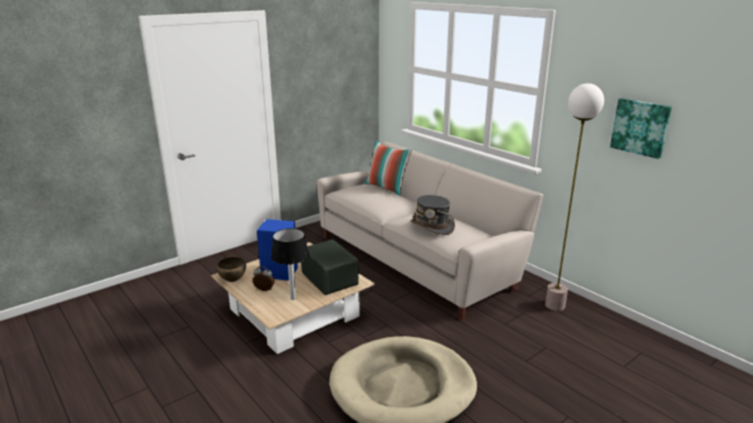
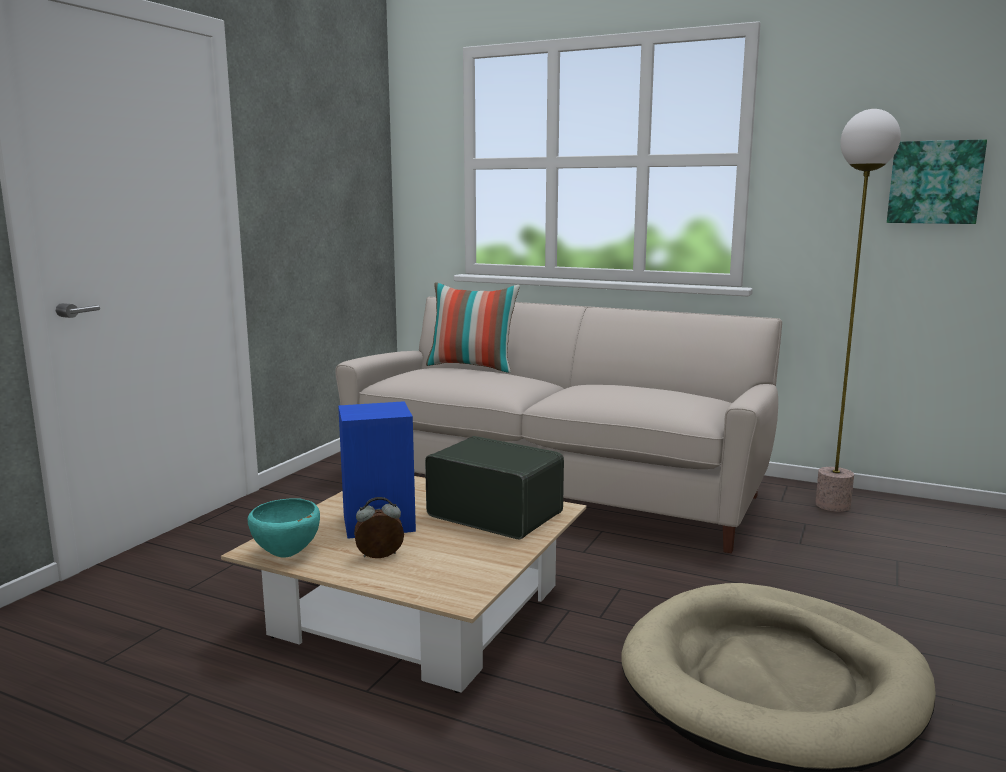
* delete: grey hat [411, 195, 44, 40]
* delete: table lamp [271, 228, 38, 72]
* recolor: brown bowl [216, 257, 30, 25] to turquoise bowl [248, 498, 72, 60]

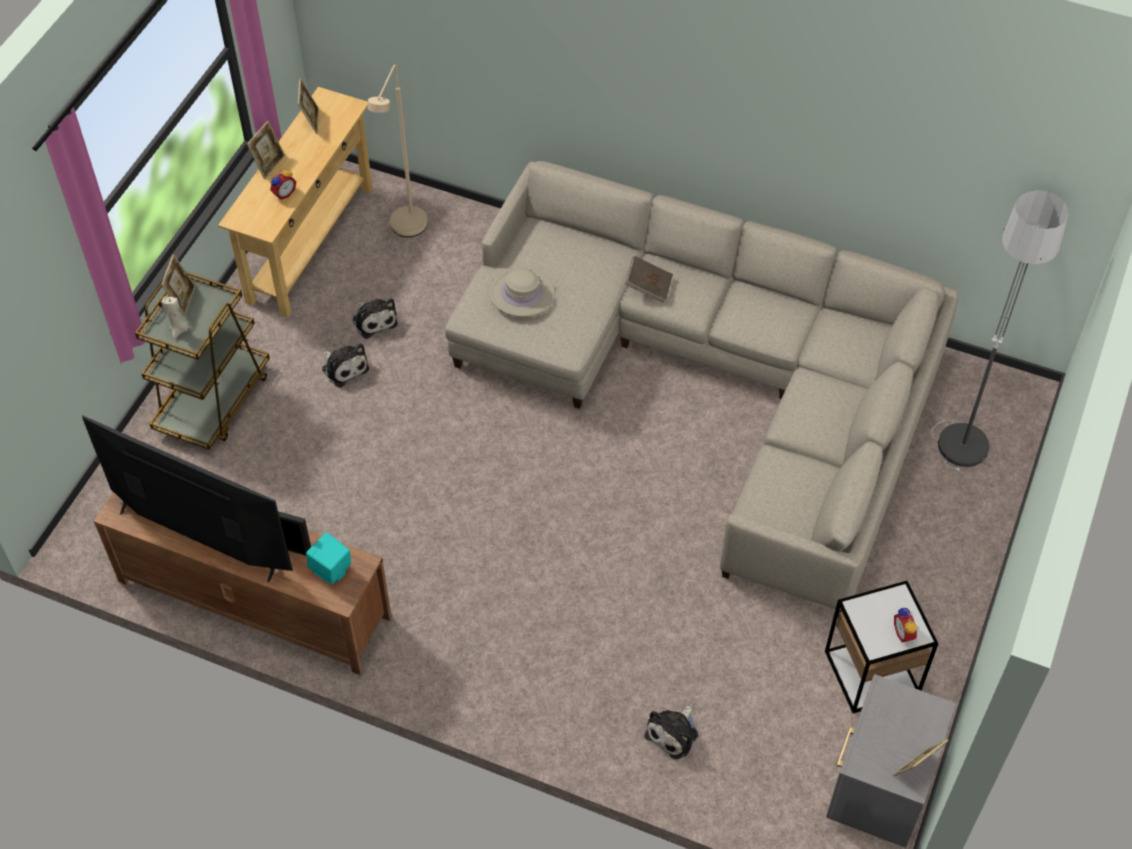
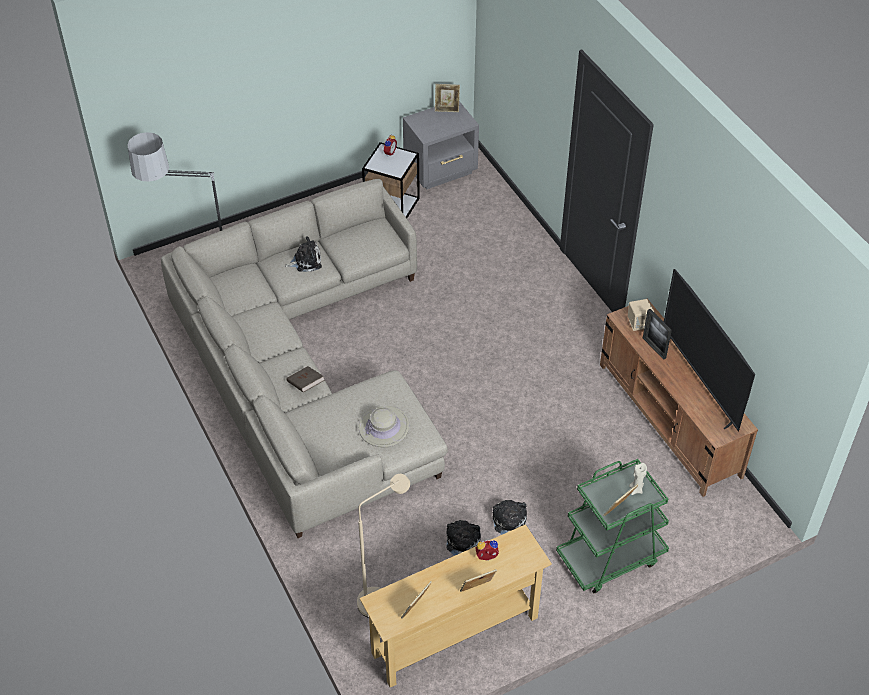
* recolor: brown cart [135, 272, 135, 178] to green cart [556, 459, 113, 134]
* recolor: turquoise speaker [306, 532, 45, 52] to beige speaker [628, 299, 26, 32]
* move: plush toy [645, 705, 53, 54] to [284, 236, 38, 36]

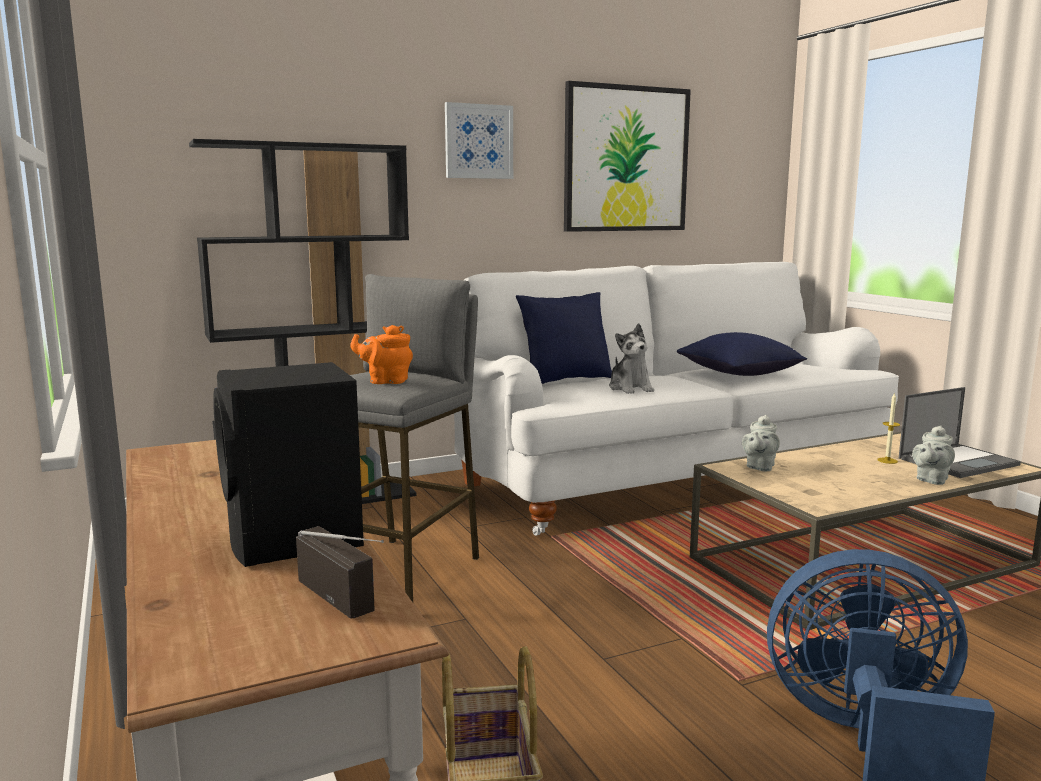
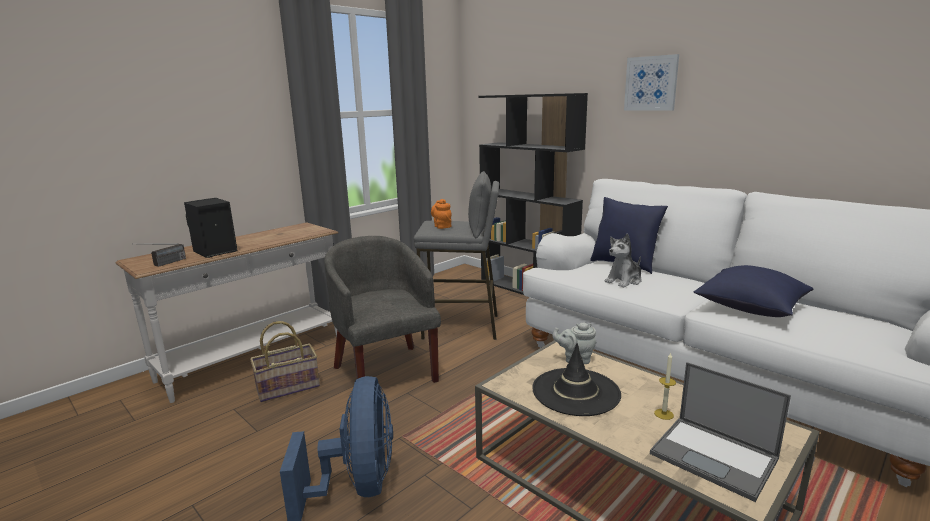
* delete: picture [564, 81, 127, 151]
* delete: grey teapot [912, 425, 43, 60]
* insert: grey armchair [324, 236, 117, 147]
* insert: black hat [532, 343, 89, 73]

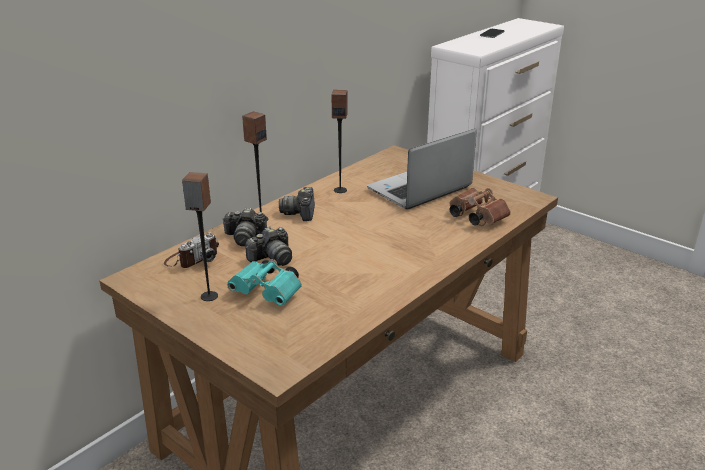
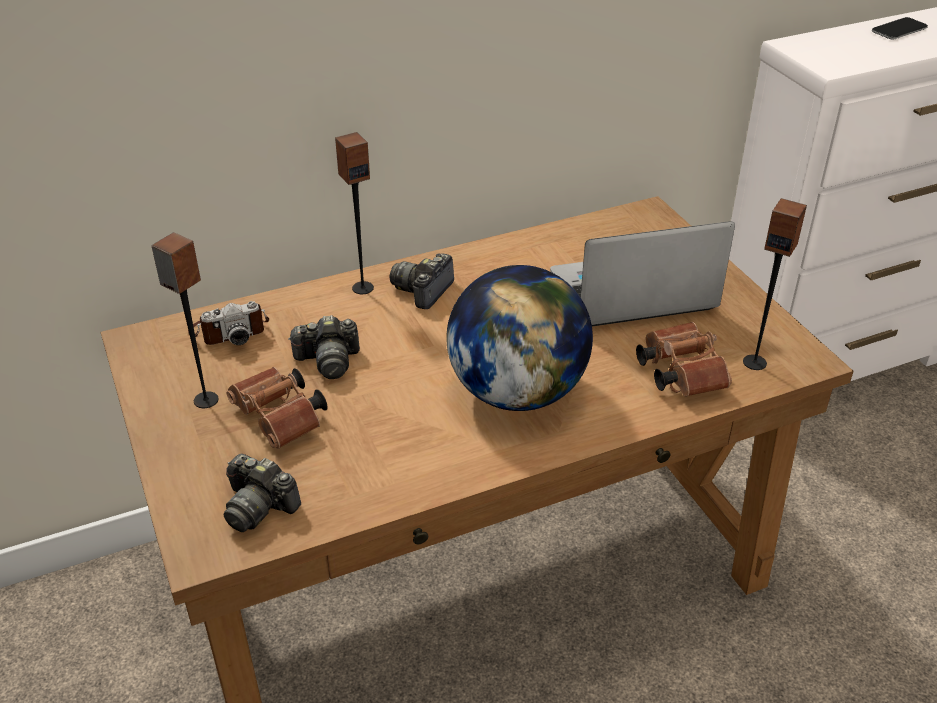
* move: speaker [332, 90, 16, 103] to [743, 198, 64, 172]
* move: photo camera [222, 208, 45, 38] to [223, 454, 78, 78]
* recolor: turquoise binoculars [227, 259, 75, 47] to brown binoculars [227, 367, 101, 82]
* insert: globe [446, 265, 147, 146]

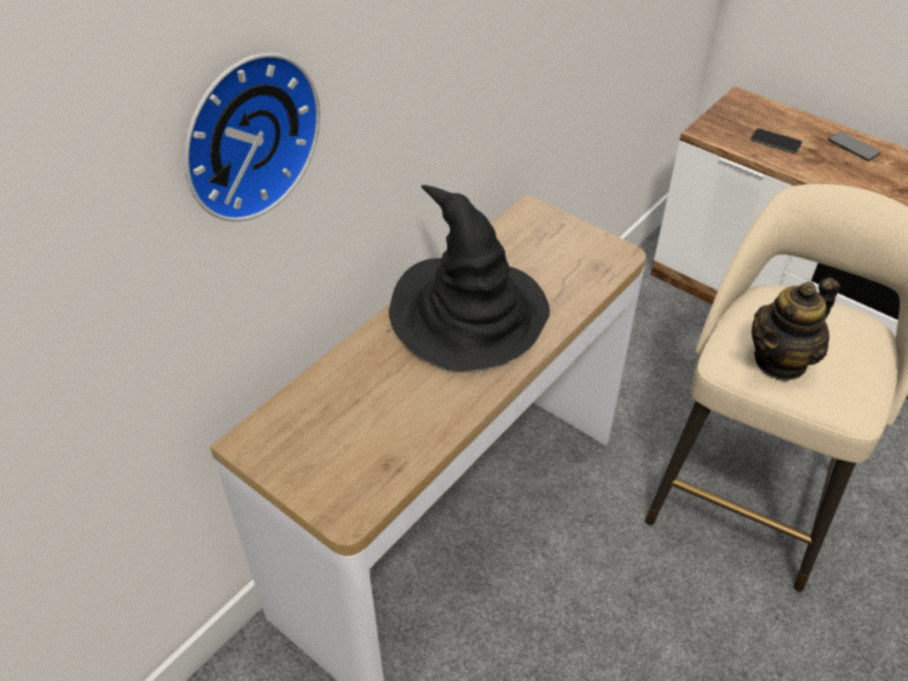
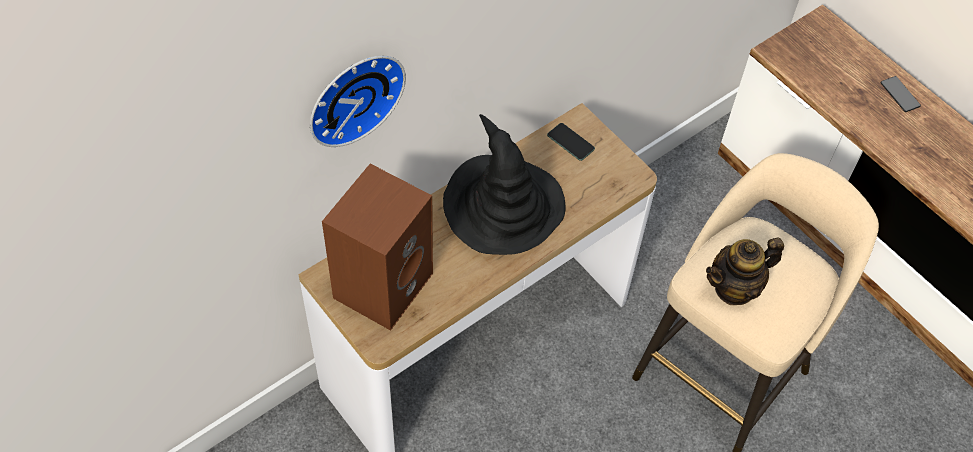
* move: phone [750, 128, 52, 25] to [547, 123, 48, 38]
* insert: brown speaker [322, 164, 111, 167]

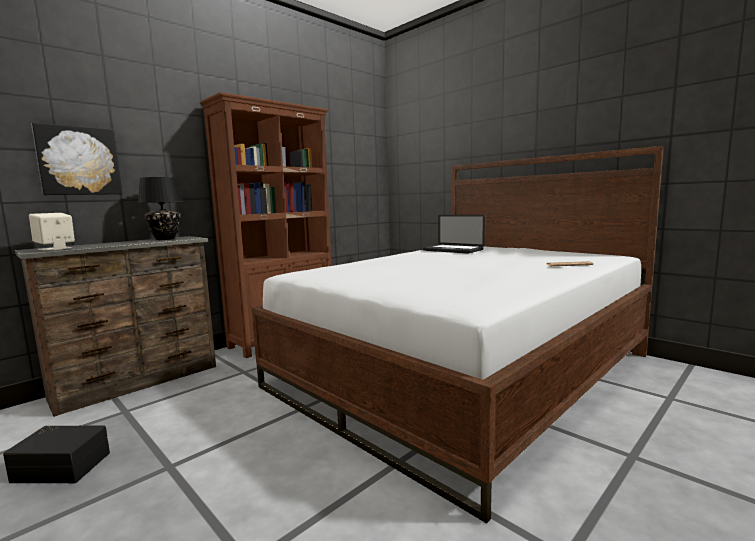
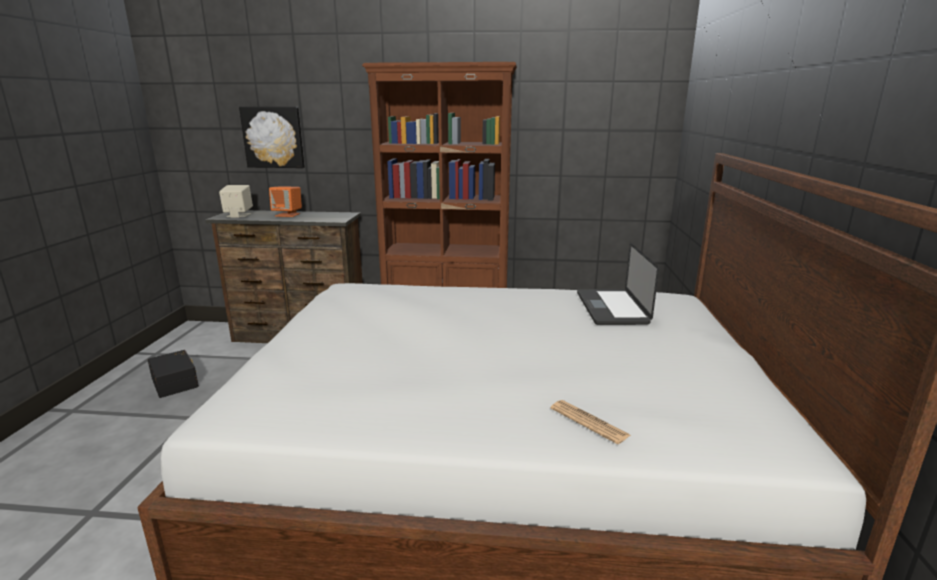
* delete: black table lamp [138, 177, 45, 63]
* insert: orange speaker [269, 186, 33, 31]

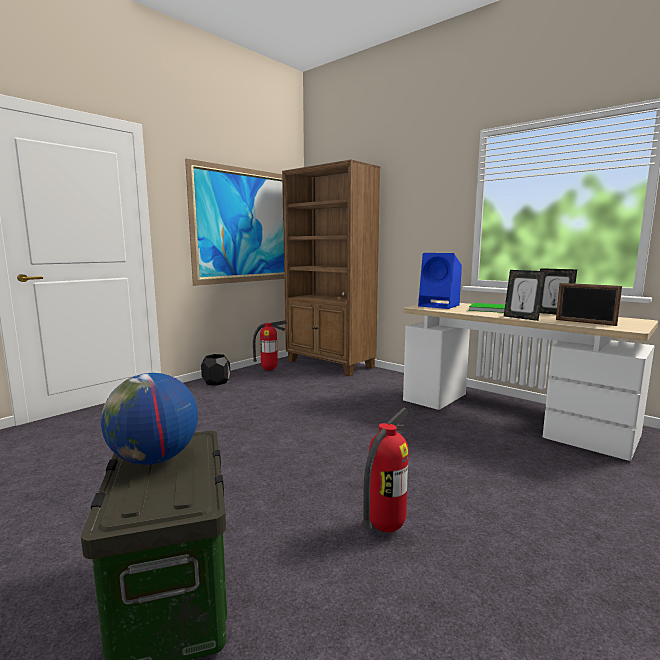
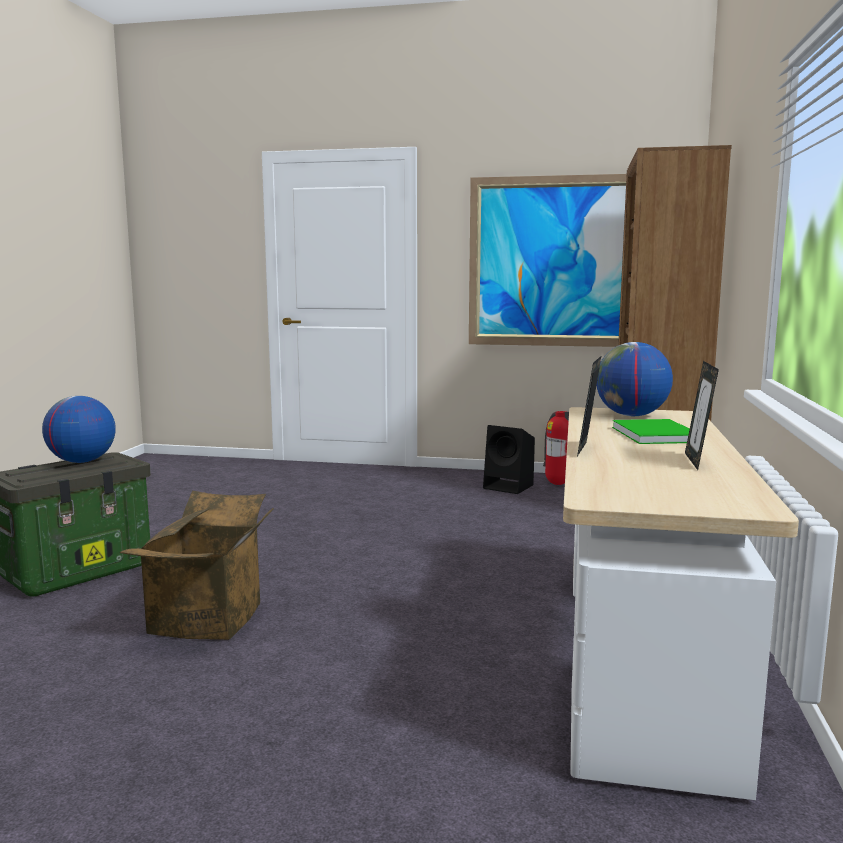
* replace: blue speaker [418, 253, 44, 56] to globe [596, 342, 77, 74]
* delete: picture frame [556, 283, 66, 43]
* delete: black planter [201, 354, 29, 32]
* replace: fire extinguisher [361, 407, 48, 126] to cardboard box [120, 491, 154, 149]
* insert: black speaker [483, 425, 52, 69]

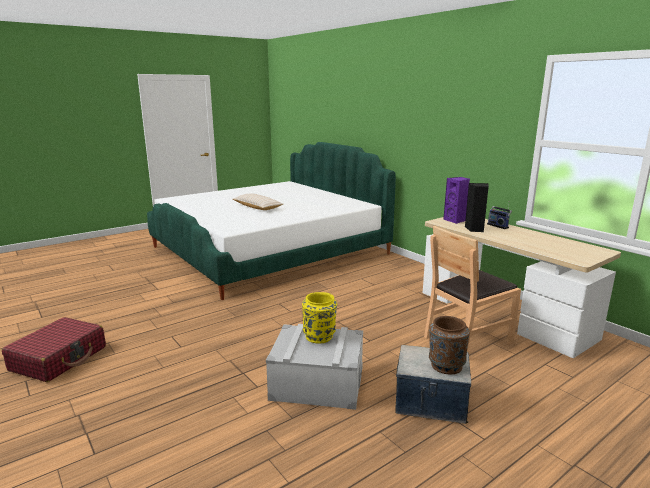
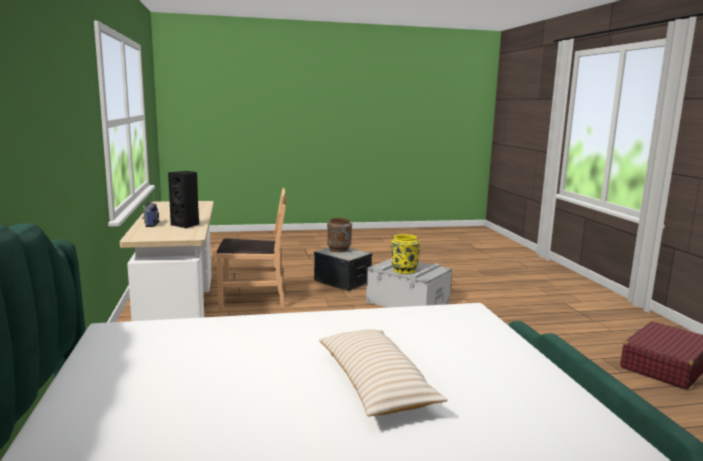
* delete: purple speaker [443, 177, 27, 47]

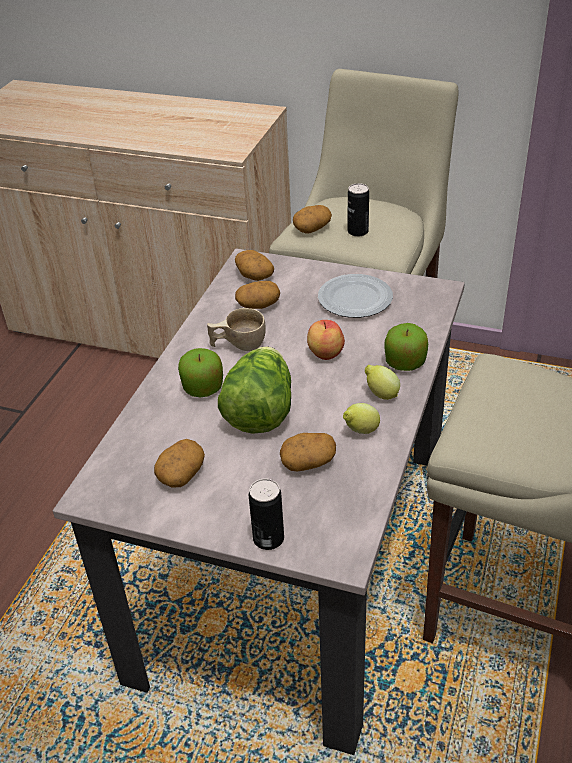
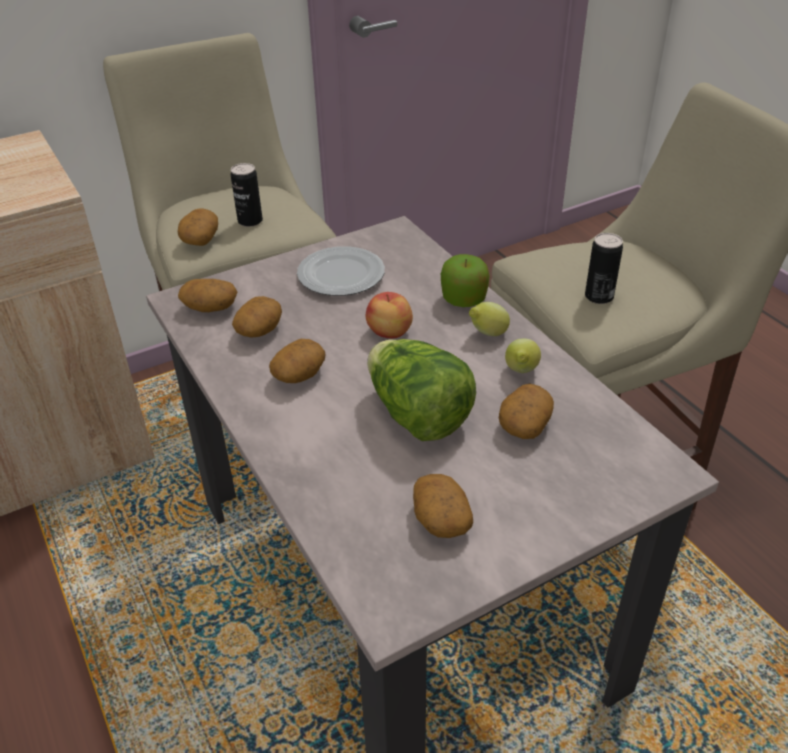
* replace: beige cup [207, 308, 59, 43] to potato [269, 339, 56, 44]
* delete: apple [178, 348, 45, 49]
* move: can [249, 478, 35, 72] to [585, 233, 38, 71]

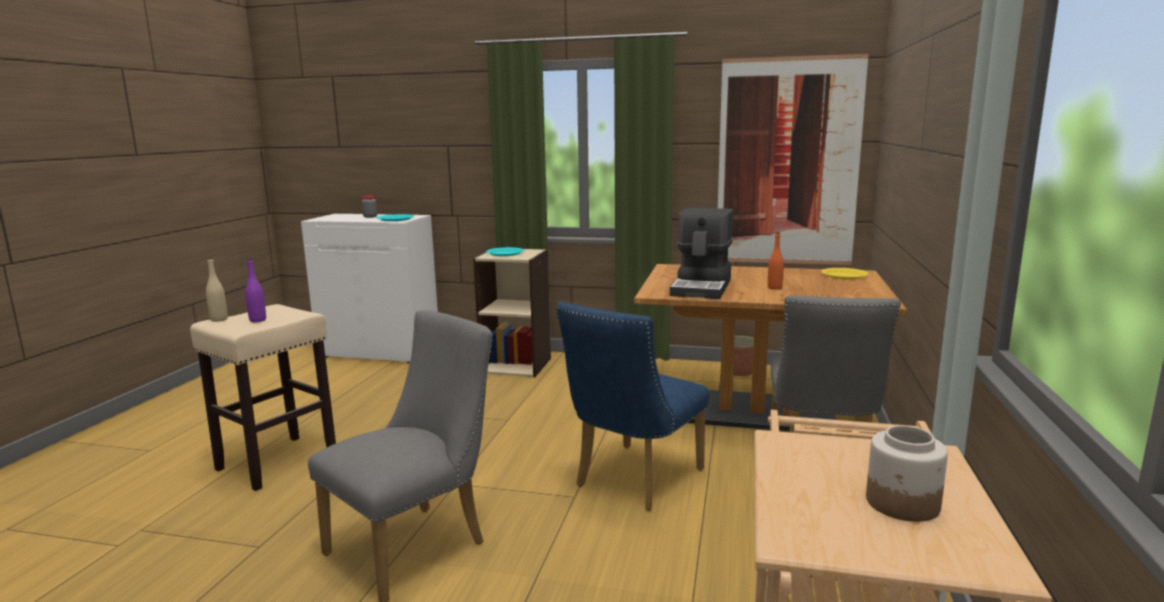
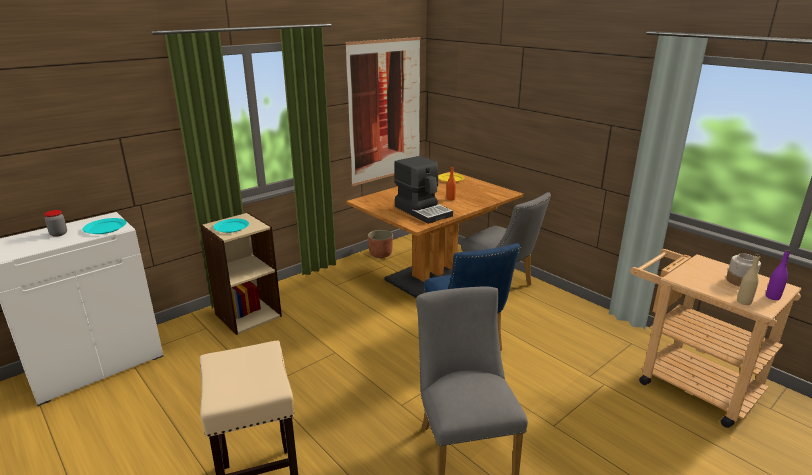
* move: beige bottle [206, 258, 22, 64] to [737, 254, 23, 51]
* move: purple bottle [245, 259, 21, 63] to [766, 250, 24, 50]

